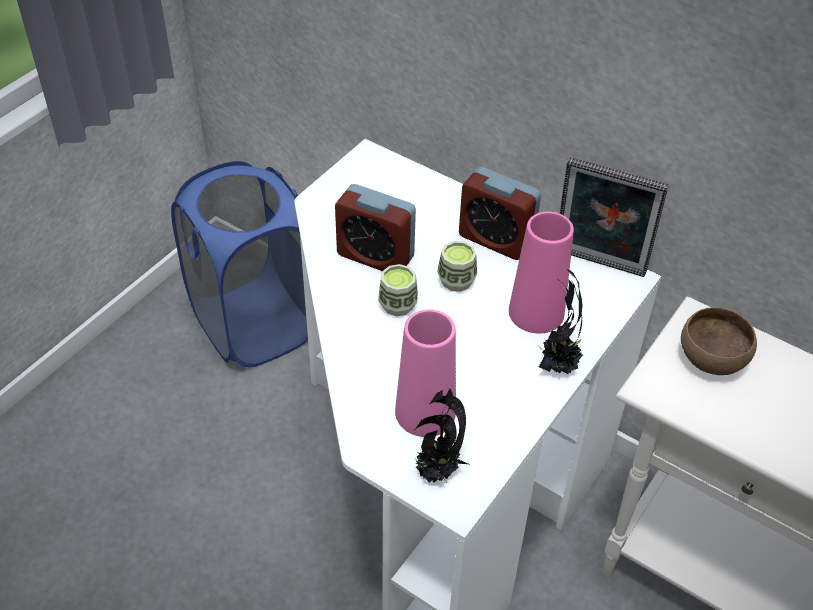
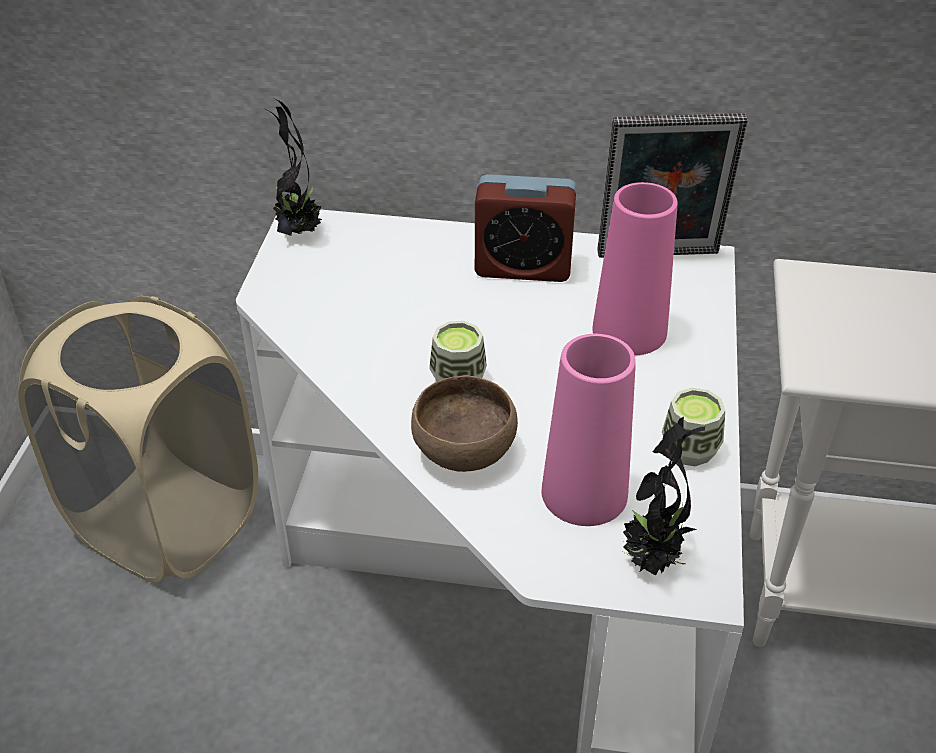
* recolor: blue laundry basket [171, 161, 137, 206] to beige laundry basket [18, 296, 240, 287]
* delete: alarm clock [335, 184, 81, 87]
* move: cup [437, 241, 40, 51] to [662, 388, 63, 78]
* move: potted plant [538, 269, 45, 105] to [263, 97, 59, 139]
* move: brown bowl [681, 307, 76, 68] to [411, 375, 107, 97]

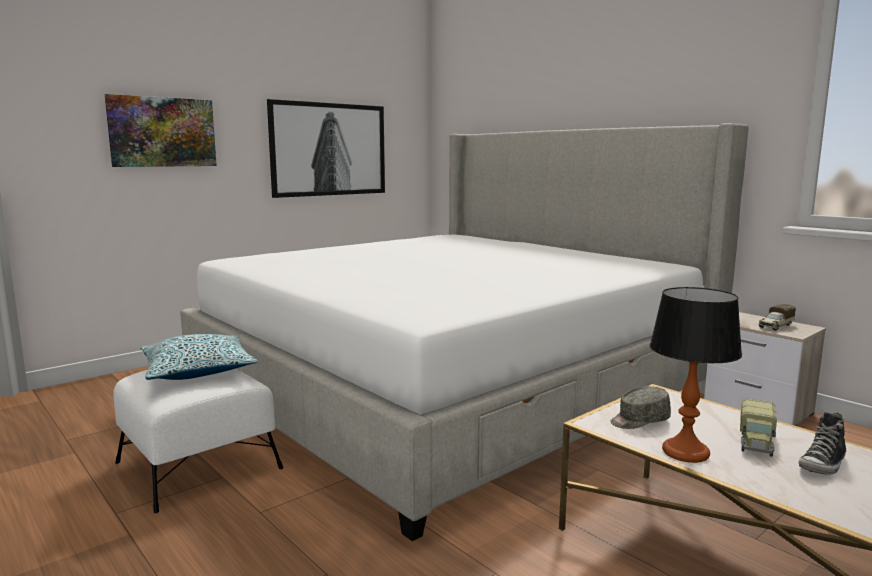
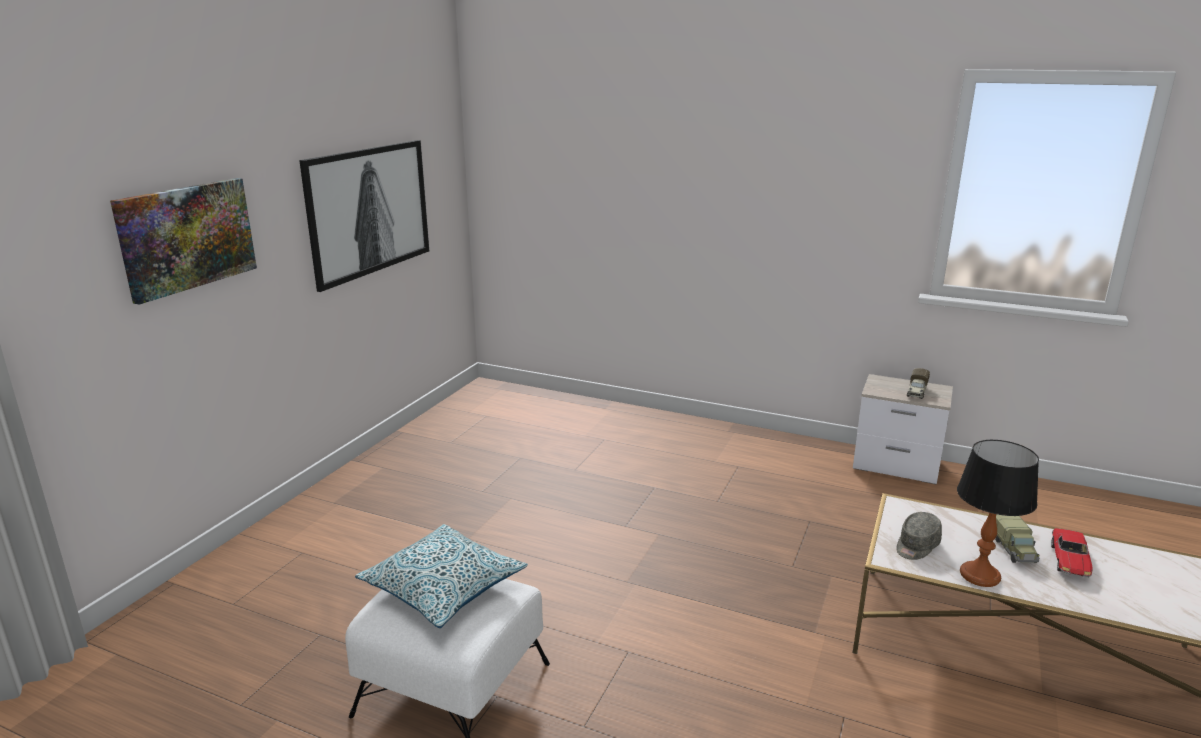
* delete: bed [180, 123, 569, 418]
* replace: shoe [799, 412, 47, 63] to toy car [1051, 528, 42, 49]

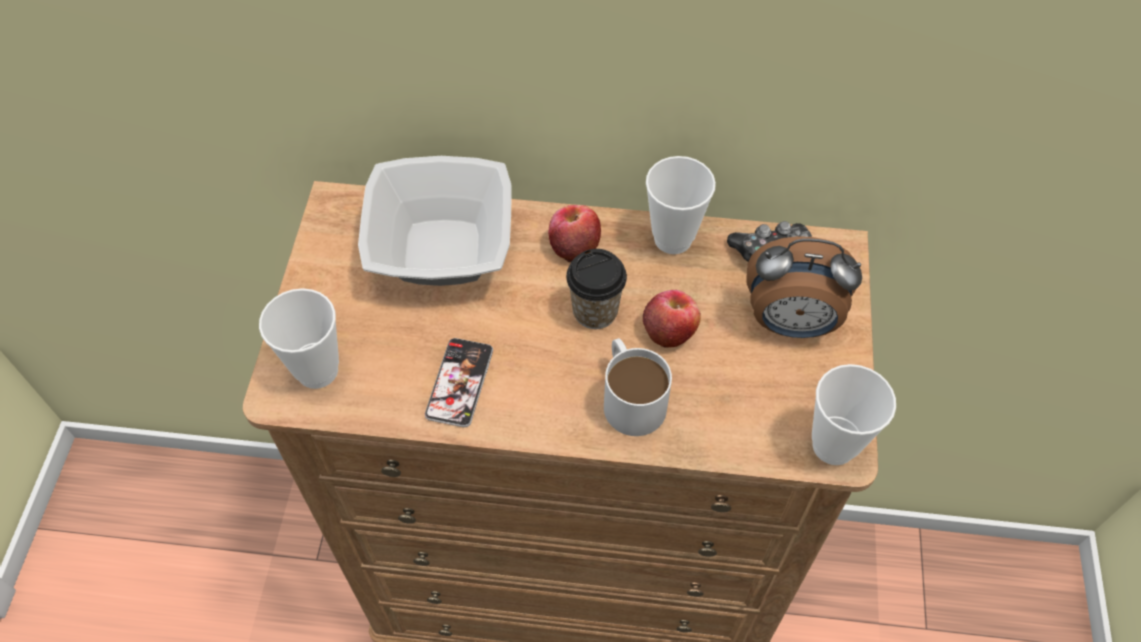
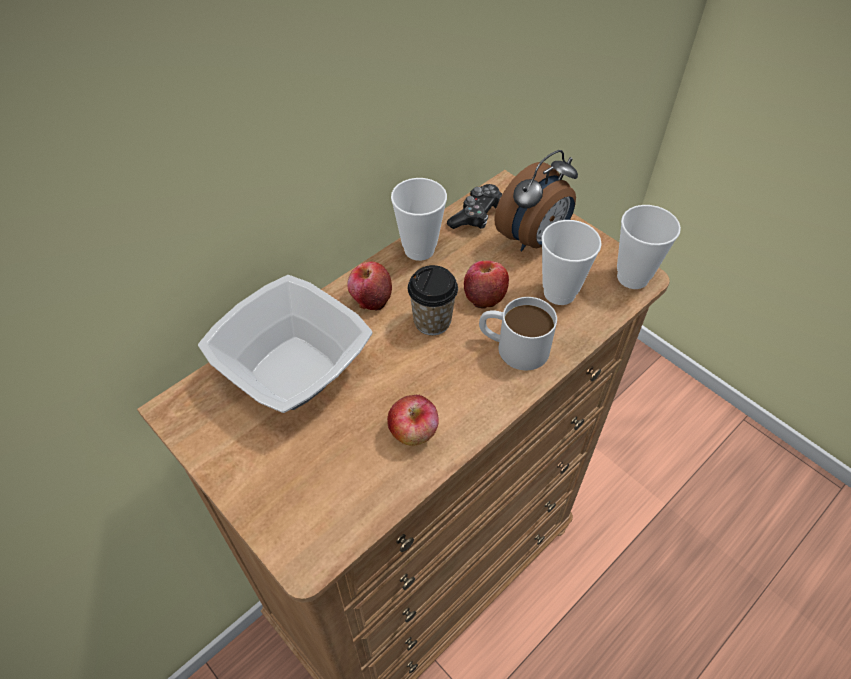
* move: cup [259, 288, 80, 101] to [541, 220, 61, 85]
* replace: phone [425, 338, 68, 89] to apple [387, 395, 52, 51]

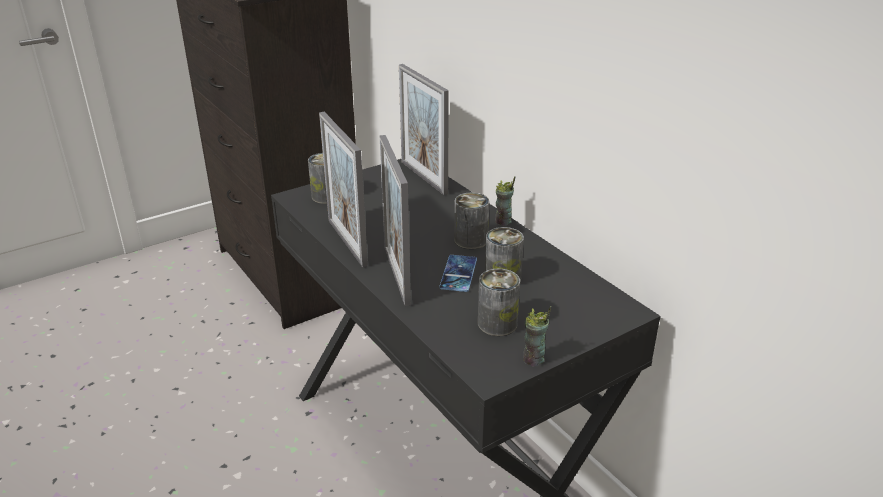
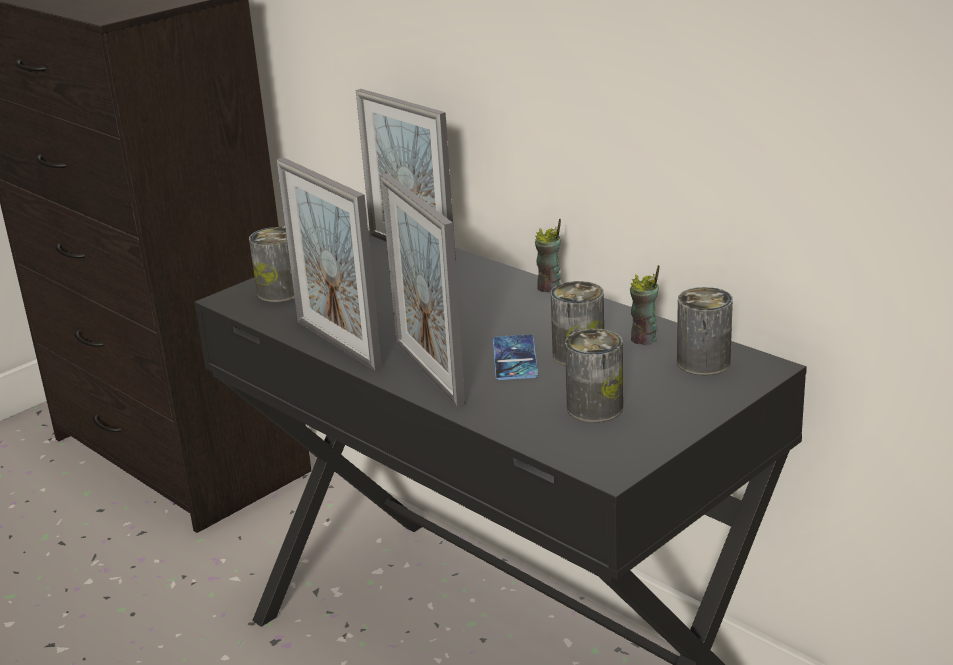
* move: can [454, 192, 35, 57] to [677, 287, 56, 88]
* move: cup [523, 306, 28, 60] to [630, 265, 29, 80]

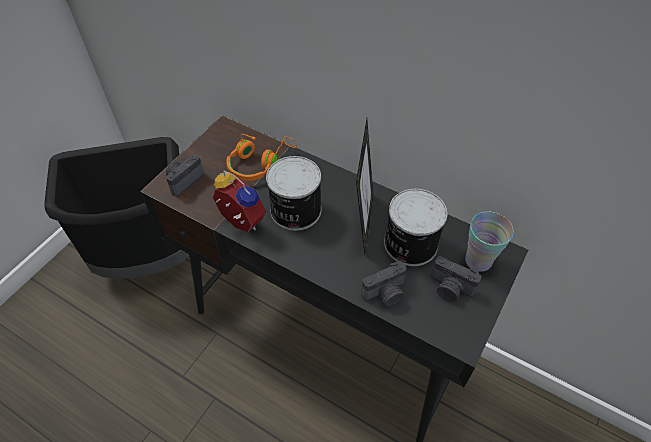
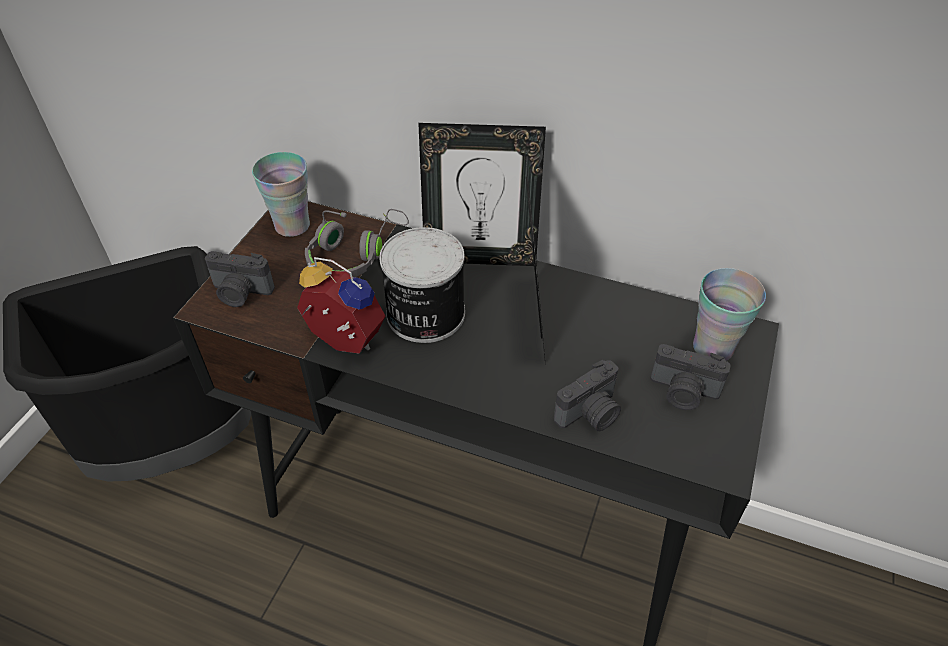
* recolor: orange headphones [226, 134, 71, 47] to grey headphones [305, 209, 104, 68]
* rotate: photo camera [166, 154, 38, 43] = [205, 251, 70, 56] 105 degrees counterclockwise
* delete: can [384, 189, 63, 77]
* insert: picture frame [418, 123, 128, 143]
* insert: cup [252, 152, 58, 85]

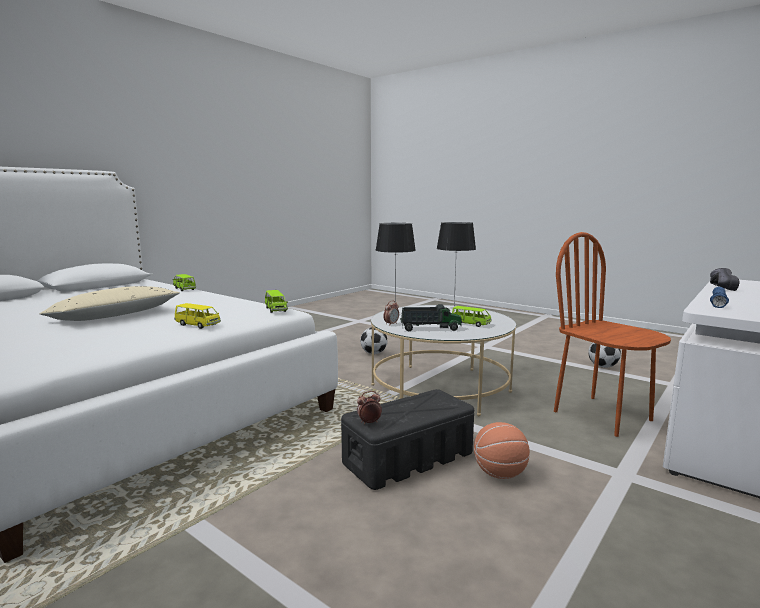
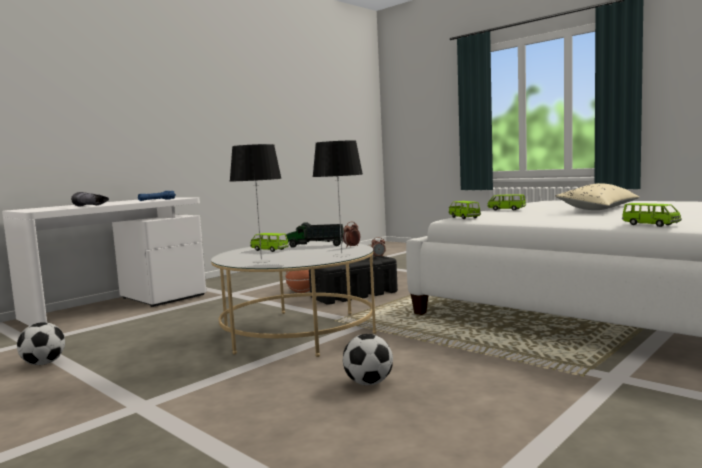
* delete: brown chair [554, 232, 117, 205]
* recolor: yellow toy car [174, 303, 47, 26] to green toy car [487, 194, 39, 16]

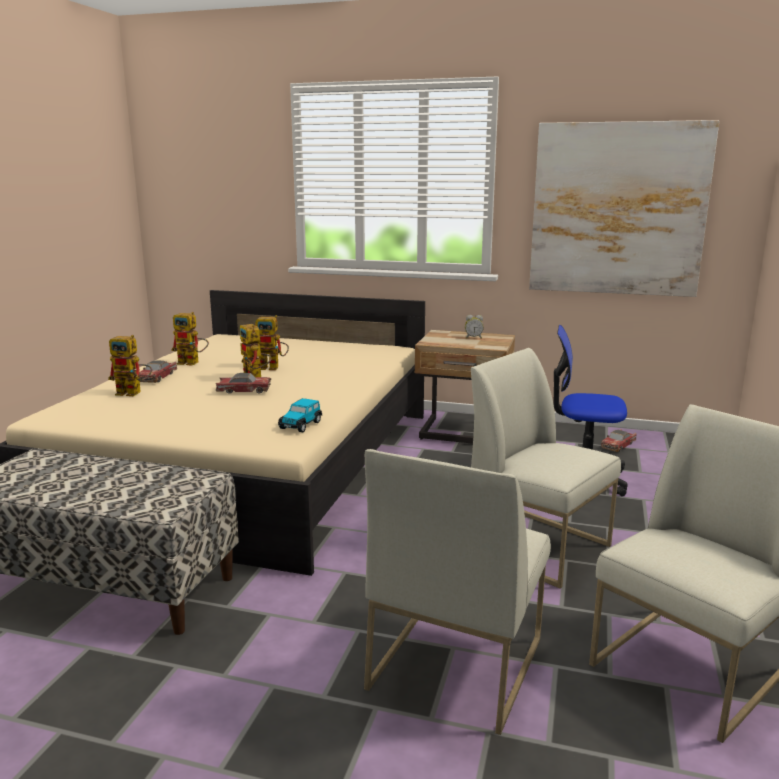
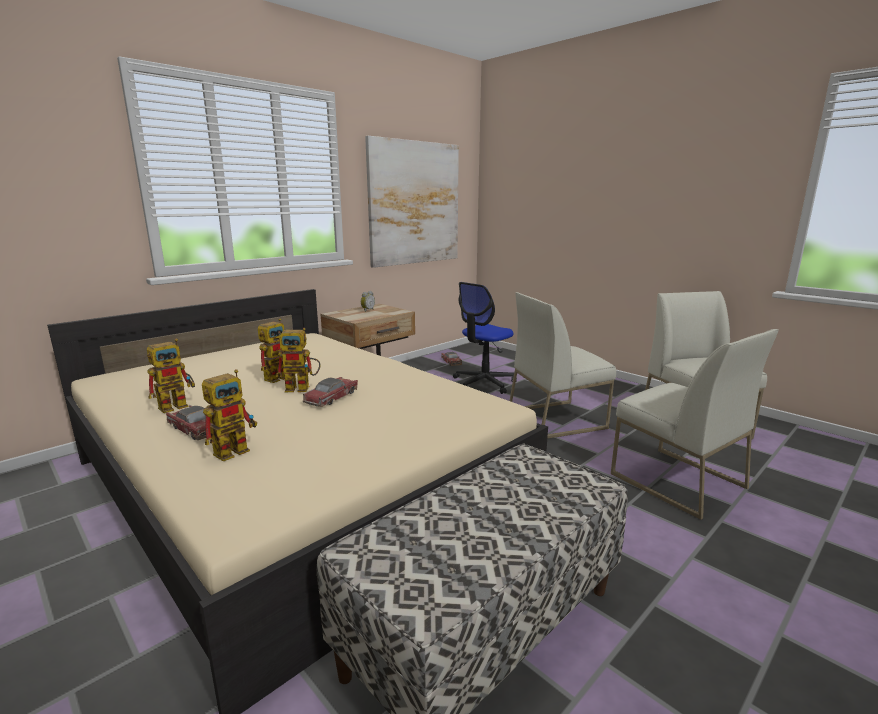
* delete: toy car [278, 398, 44, 34]

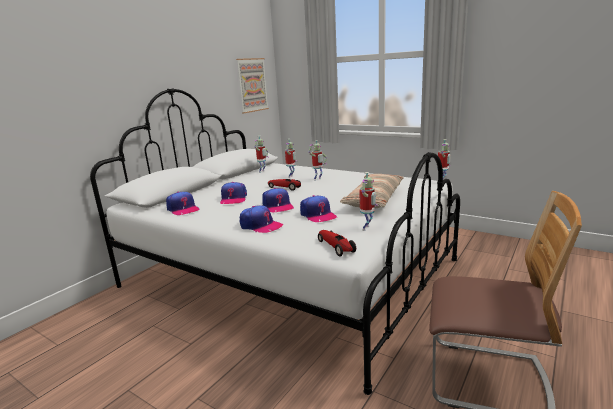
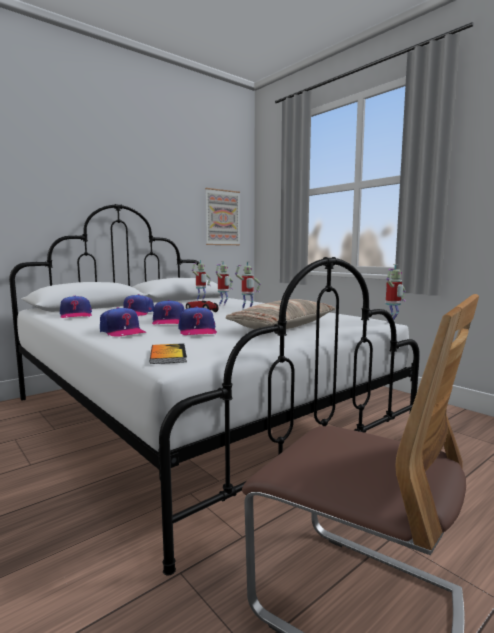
* delete: toy robot [360, 172, 18, 59]
* replace: toy car [318, 230, 38, 27] to book [150, 343, 37, 21]

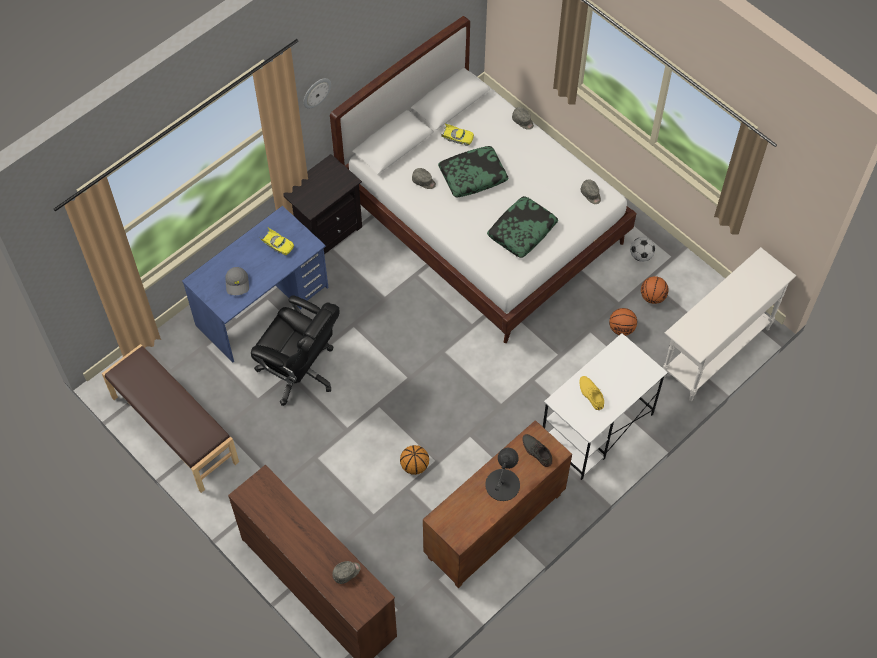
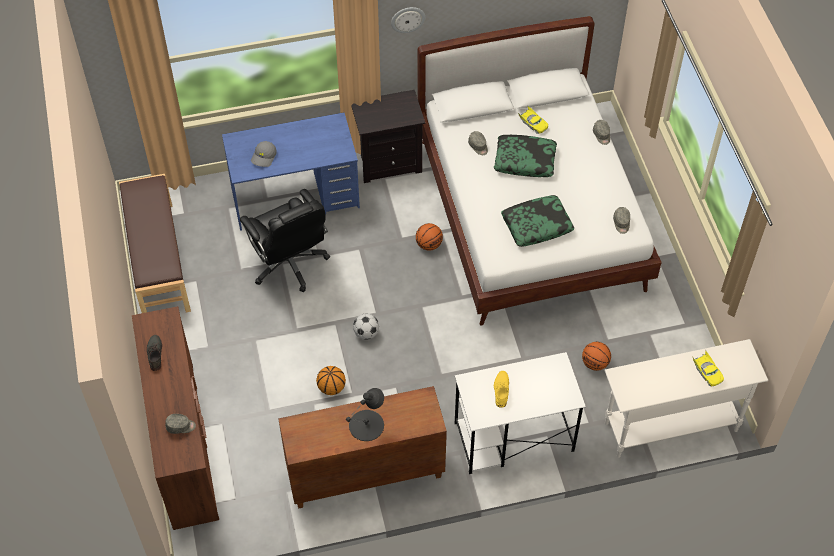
* move: yellow toy car [260, 227, 34, 28] to [692, 350, 32, 36]
* move: football [630, 237, 25, 25] to [353, 314, 26, 26]
* move: basketball [641, 276, 28, 28] to [416, 223, 27, 28]
* move: grey shoe [522, 434, 30, 33] to [147, 335, 15, 36]

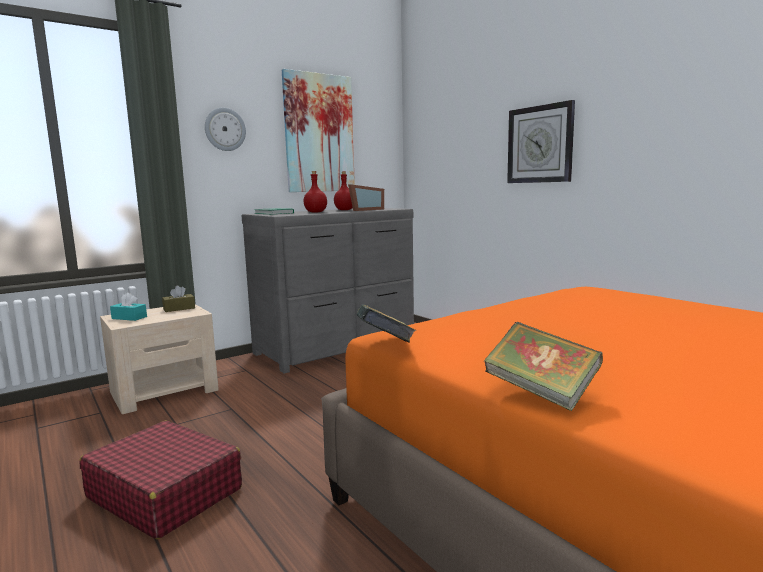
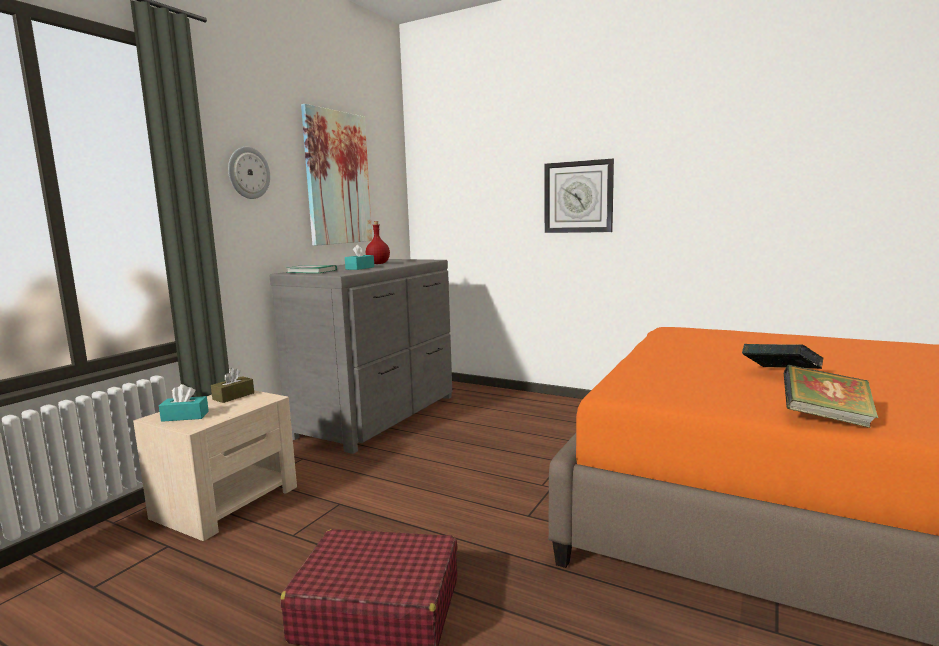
* replace: red bottle [303, 171, 24, 42] to turquoise tissue box [345, 244, 29, 26]
* delete: picture frame [348, 184, 36, 27]
* move: book [357, 304, 59, 38] to [742, 344, 82, 25]

